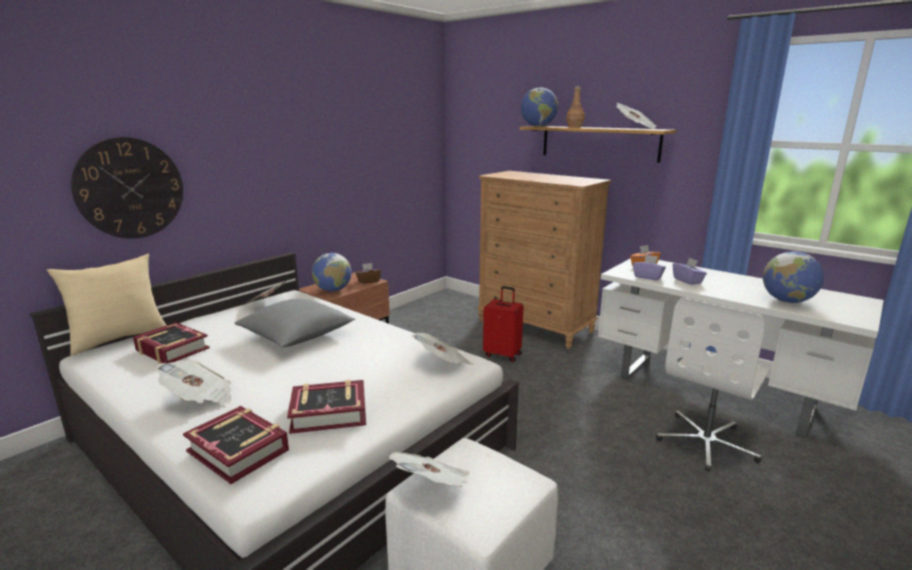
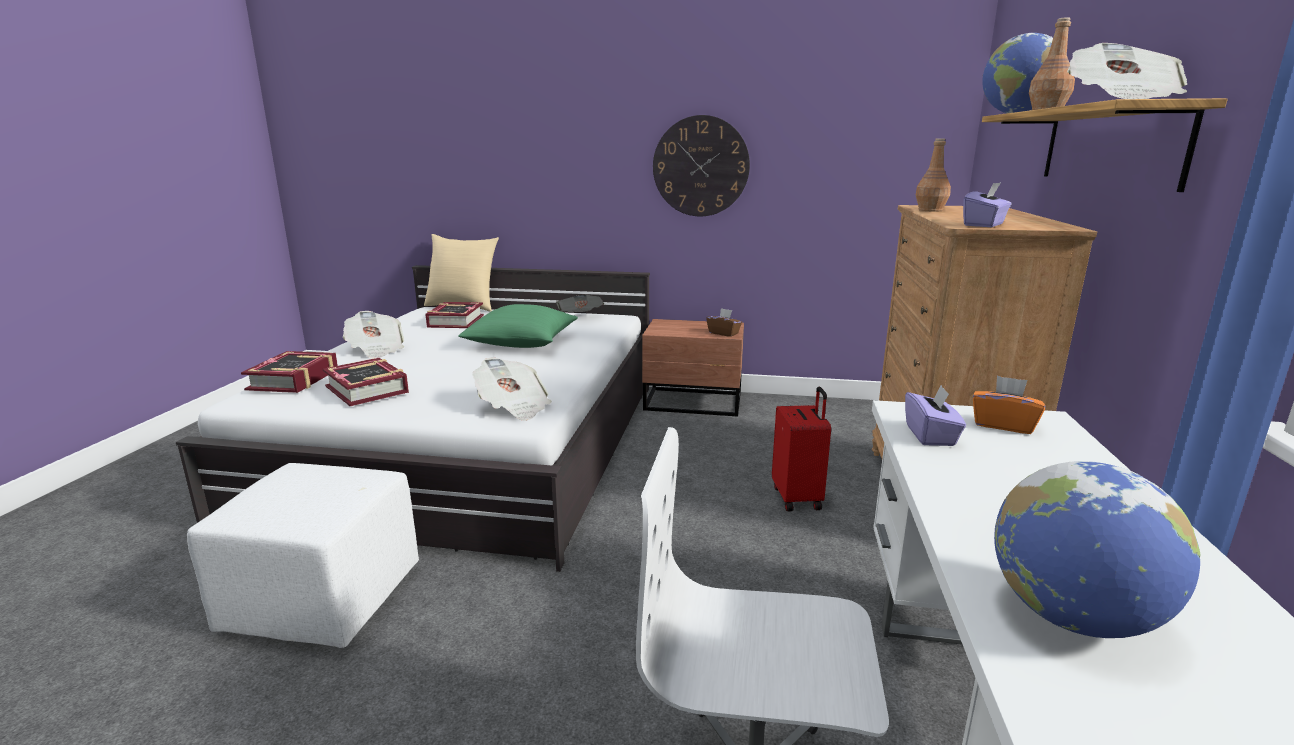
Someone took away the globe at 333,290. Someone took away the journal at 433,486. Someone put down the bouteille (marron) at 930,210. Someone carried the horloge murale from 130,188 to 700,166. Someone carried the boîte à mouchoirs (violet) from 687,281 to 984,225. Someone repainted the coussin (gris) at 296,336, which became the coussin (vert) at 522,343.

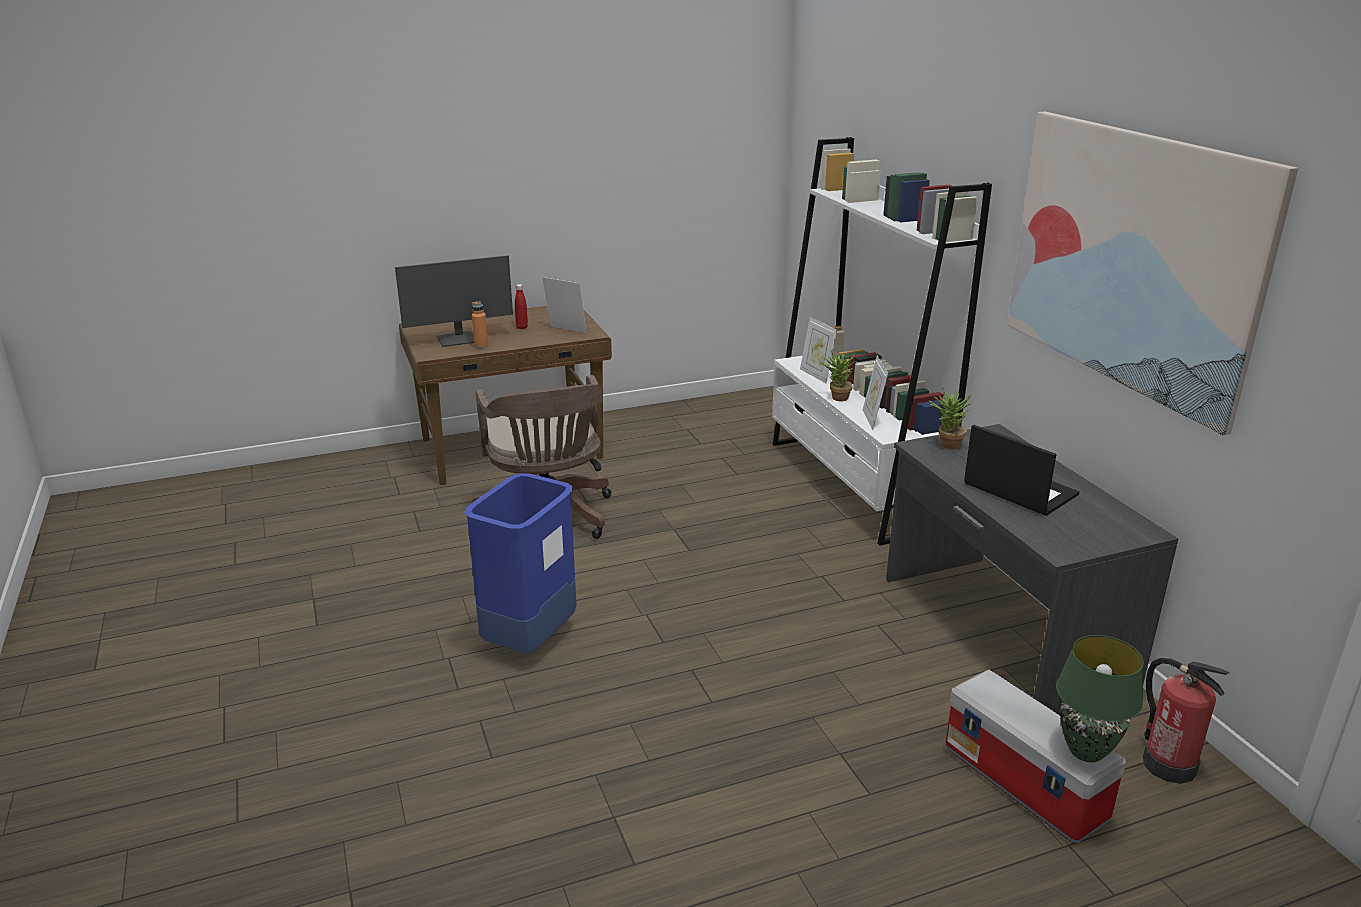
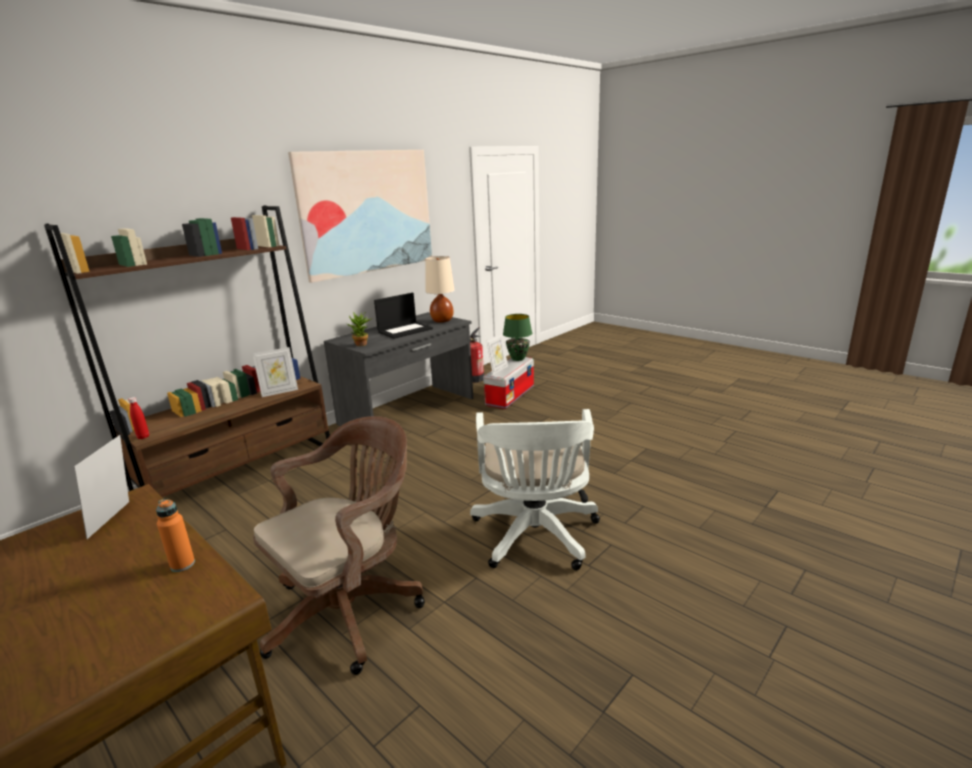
Someone took away the écran d'ordinateur at 459,339. Someone took away the plante en pot at 836,398. Someone put down the lampe de table (beige) at 442,320. Someone carried the bouteille (rouge) from 522,327 to 143,437. Someone carried the cadre photo from 816,375 to 498,370. Someone swapped the poubelle (bleu) at 529,640 for the chaise de bureau (blanc) at 535,538. Someone repainted the bibliothèque (blanc) at 853,484, which became the bibliothèque (marron) at 241,475. Someone rotated the ordinateur portable at 1018,489 by 150 degrees counterclockwise.

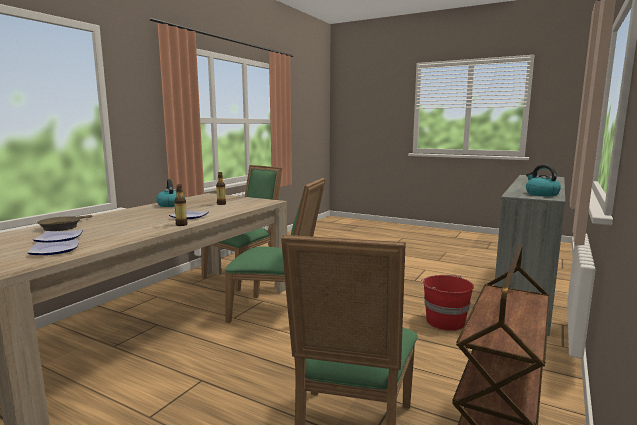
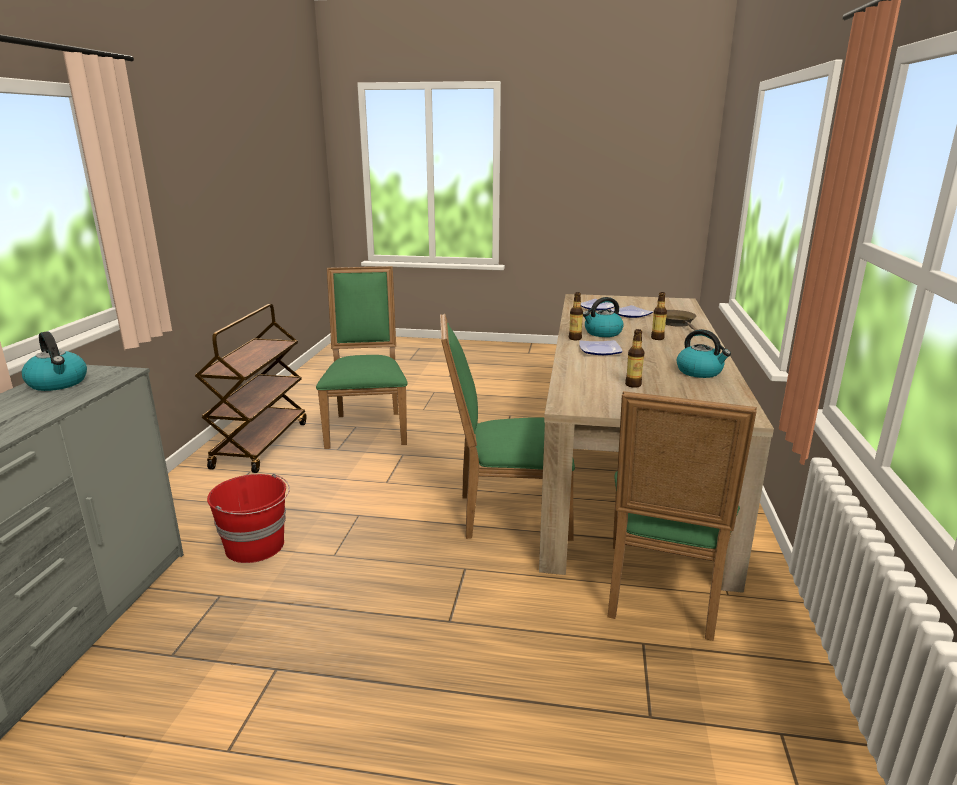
Someone put down the bouilloire at 602,333. Someone put down the bouteille at 657,338.

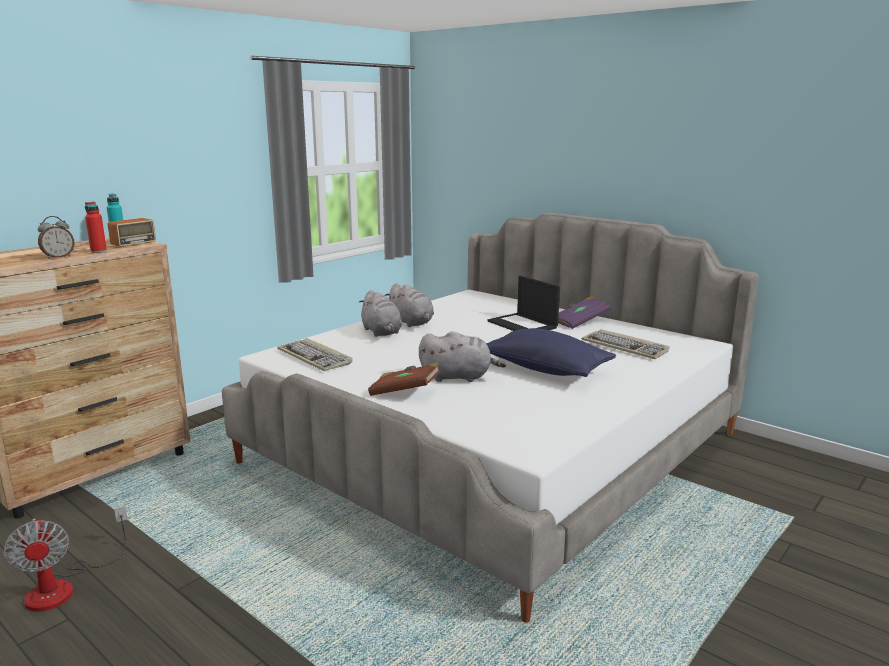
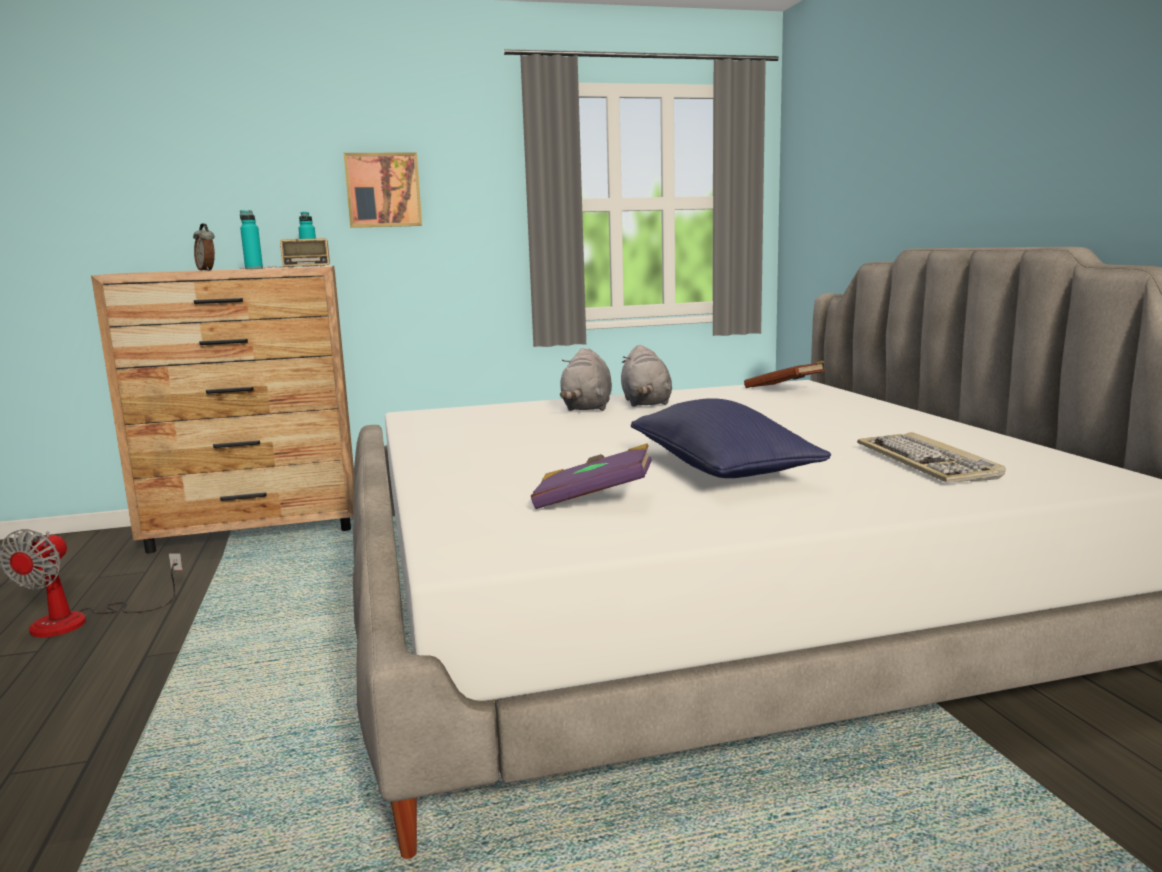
Someone took away the clavier at 315,358. Someone took away the peluche (gris) at 458,377. Someone took away the ordinateur portable at 523,324. Someone put up the tableau at 383,190. Someone carried the livre (marron) from 405,392 to 784,390. Someone carried the livre (violet) from 580,322 to 593,500. Someone repainted the bouteille (rouge) at 98,251, which became the bouteille (turquoise) at 254,268. Someone rotated the réveil at 58,257 by 60 degrees clockwise.

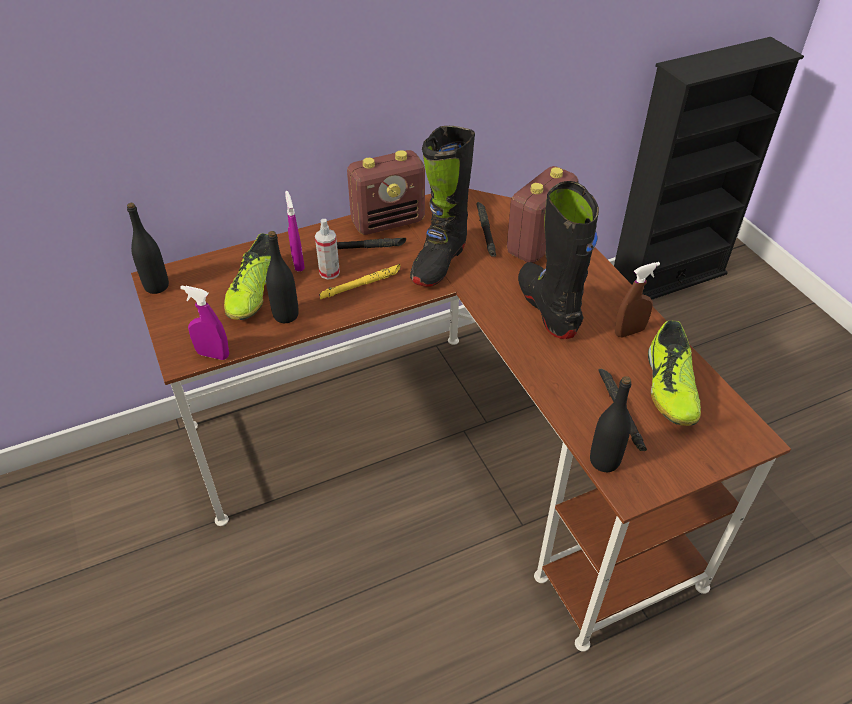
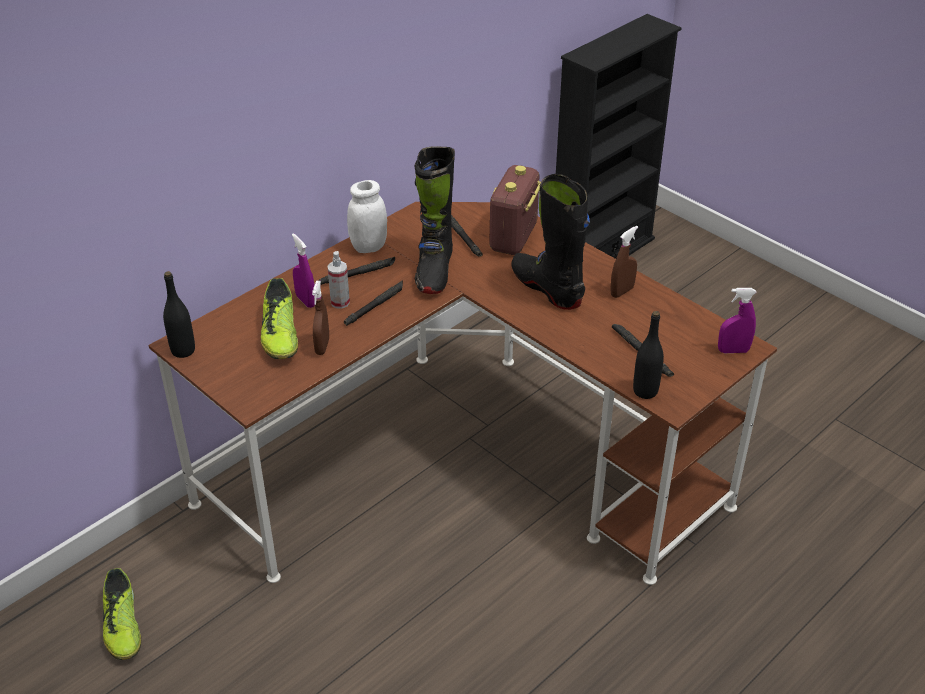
Someone carried the vaporisateur (violet) from 213,354 to 733,351. Someone carried the chaussure from 669,387 to 122,625. Someone swapped the bouteille (noir) at 286,315 for the vaporisateur (marron) at 322,346. Someone swapped the radio at 388,222 for the bocal (blanc) at 369,247. Someone repainted the lampe de poche (jaune) at 361,285, which became the lampe de poche (noir) at 375,306.

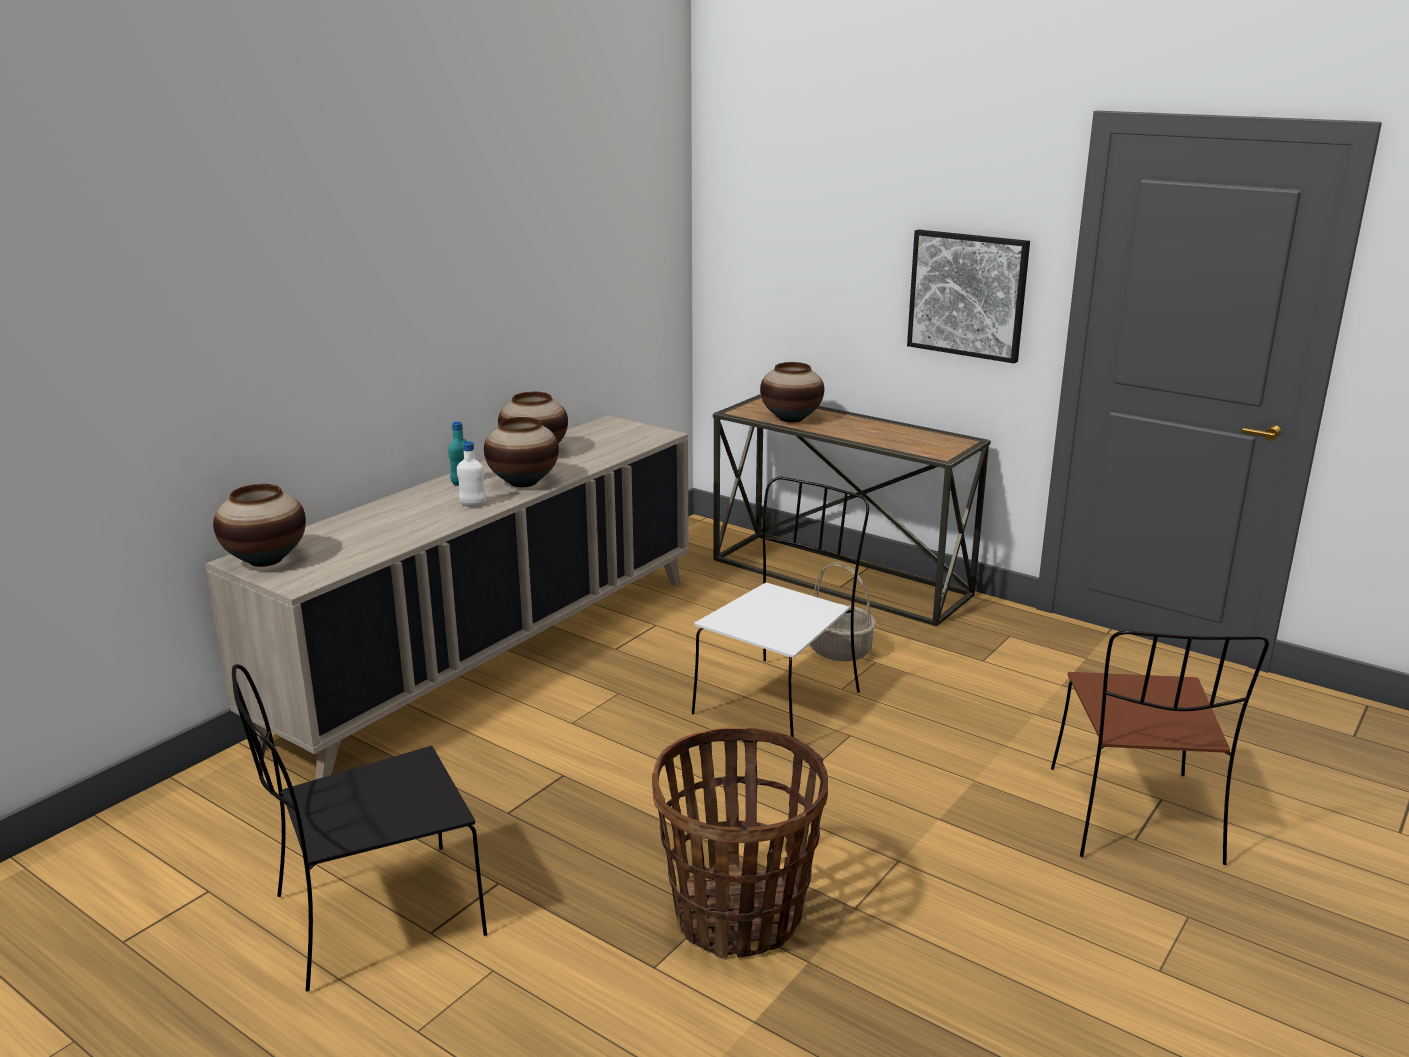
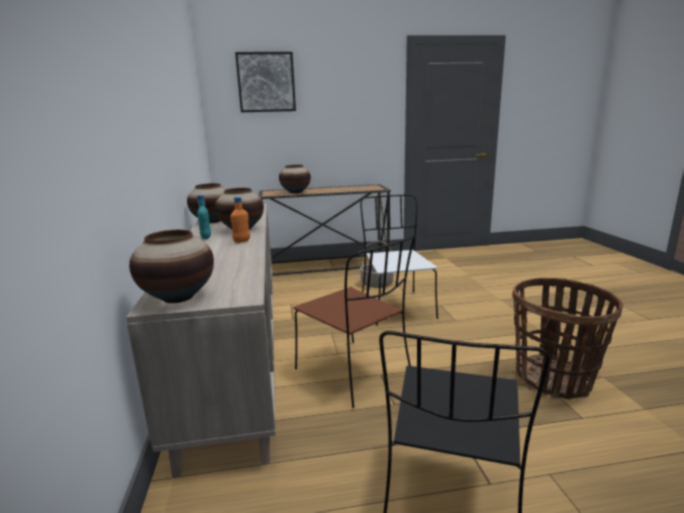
Someone carried the tableau from 967,295 to 266,82. Someone carried the chaise (marron) from 1135,818 to 355,373. Someone repainted the bouteille (blanc) at 473,505, which became the bouteille (orange) at 242,241.

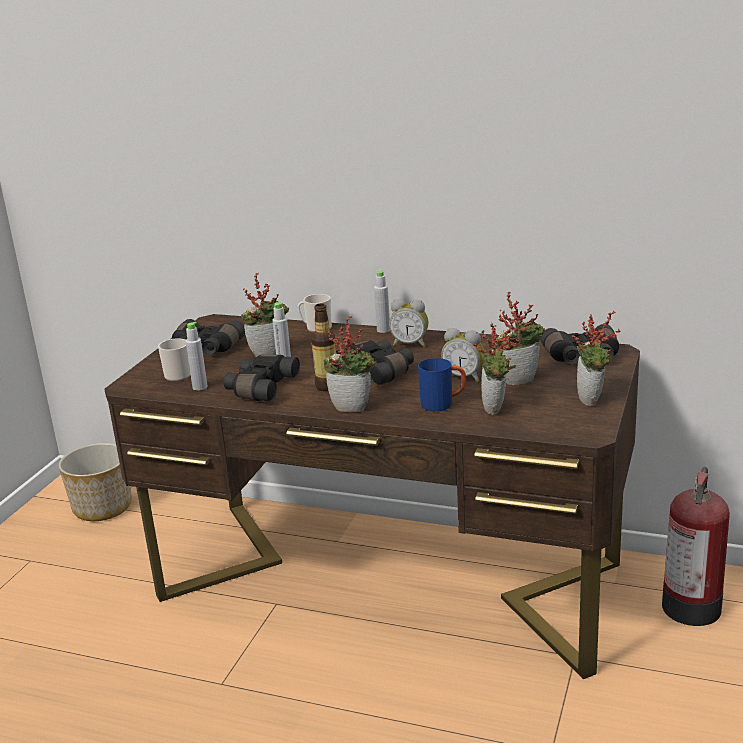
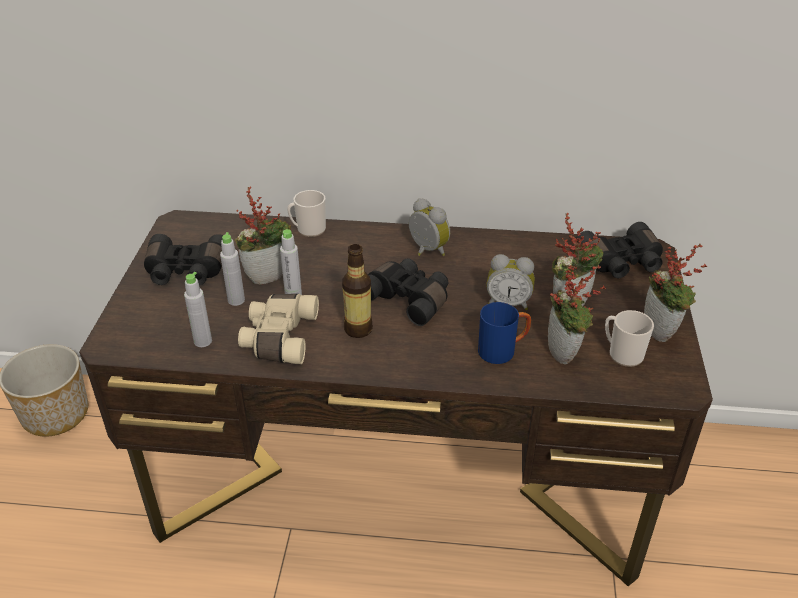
Someone took away the plante en pot at 353,407. Someone took away the extincteur at 691,605. Someone carried the mug from 176,375 to 622,353. Someone carried the bouteille (gris) from 383,330 to 236,300. Someone repainted the jumelles (noir) at 260,388, which became the jumelles (beige) at 278,337. Someone rotated the réveil at 410,344 by 135 degrees counterclockwise.

